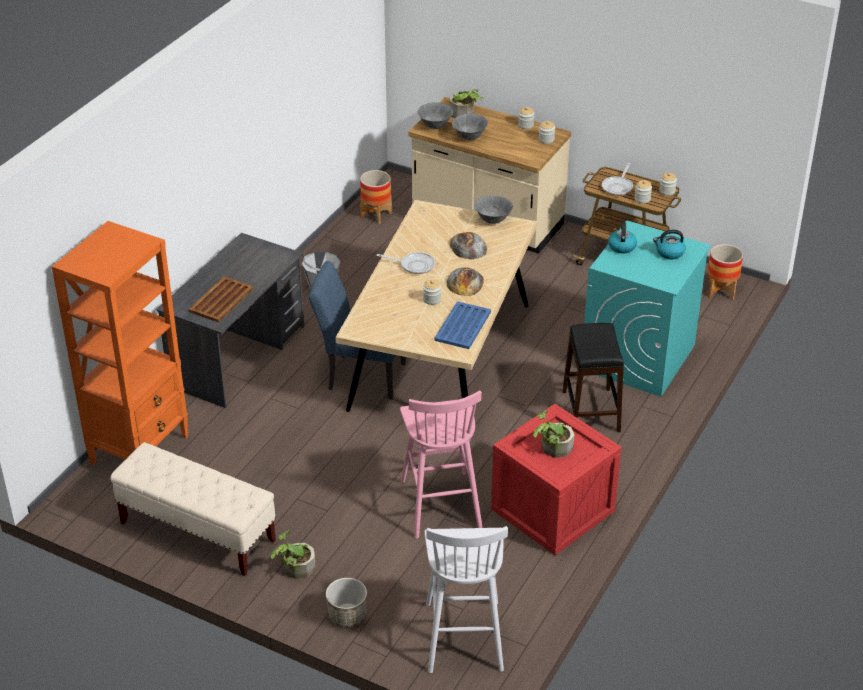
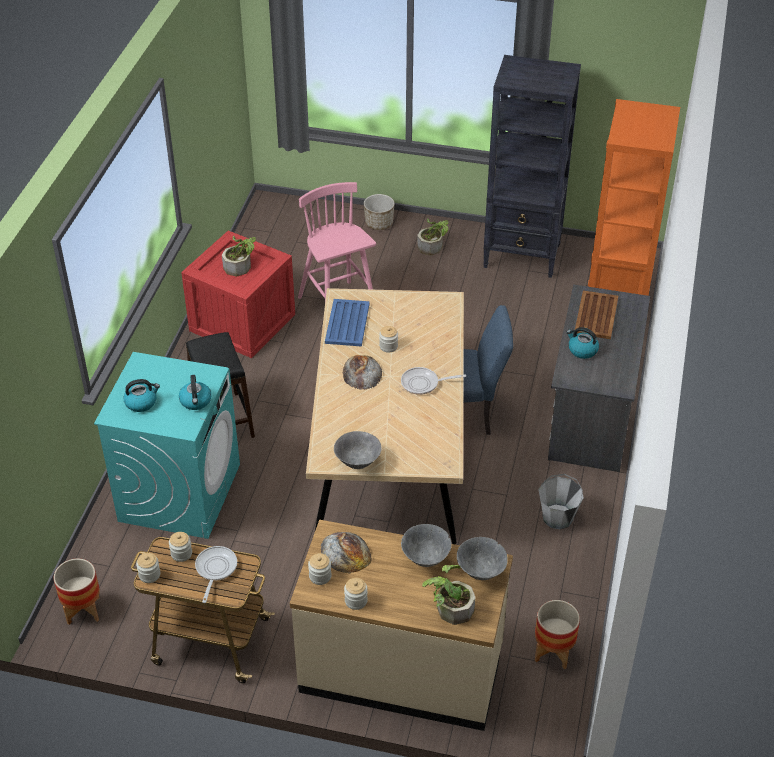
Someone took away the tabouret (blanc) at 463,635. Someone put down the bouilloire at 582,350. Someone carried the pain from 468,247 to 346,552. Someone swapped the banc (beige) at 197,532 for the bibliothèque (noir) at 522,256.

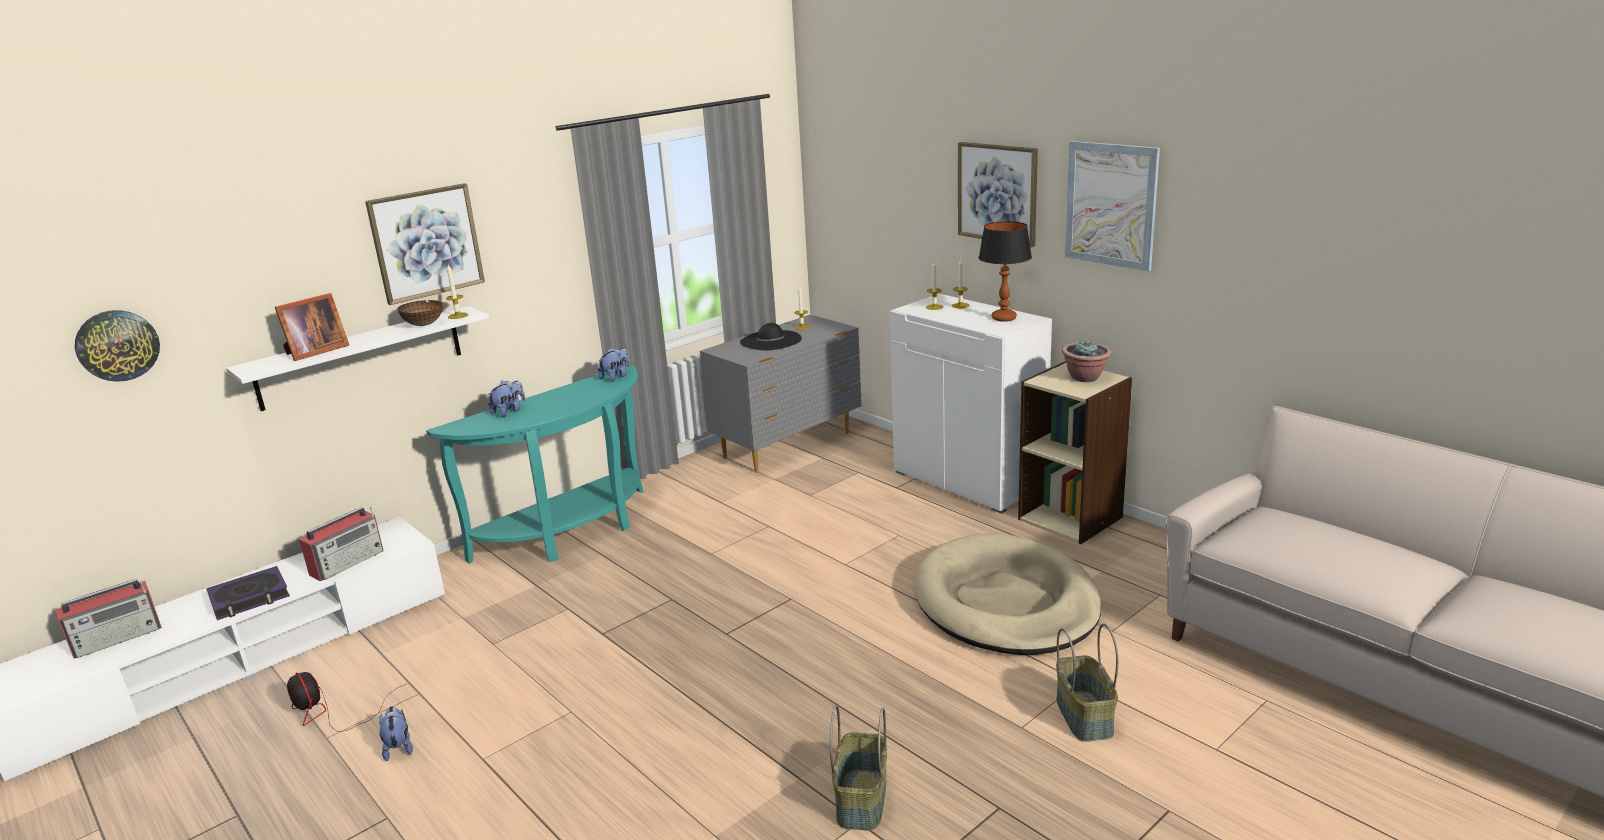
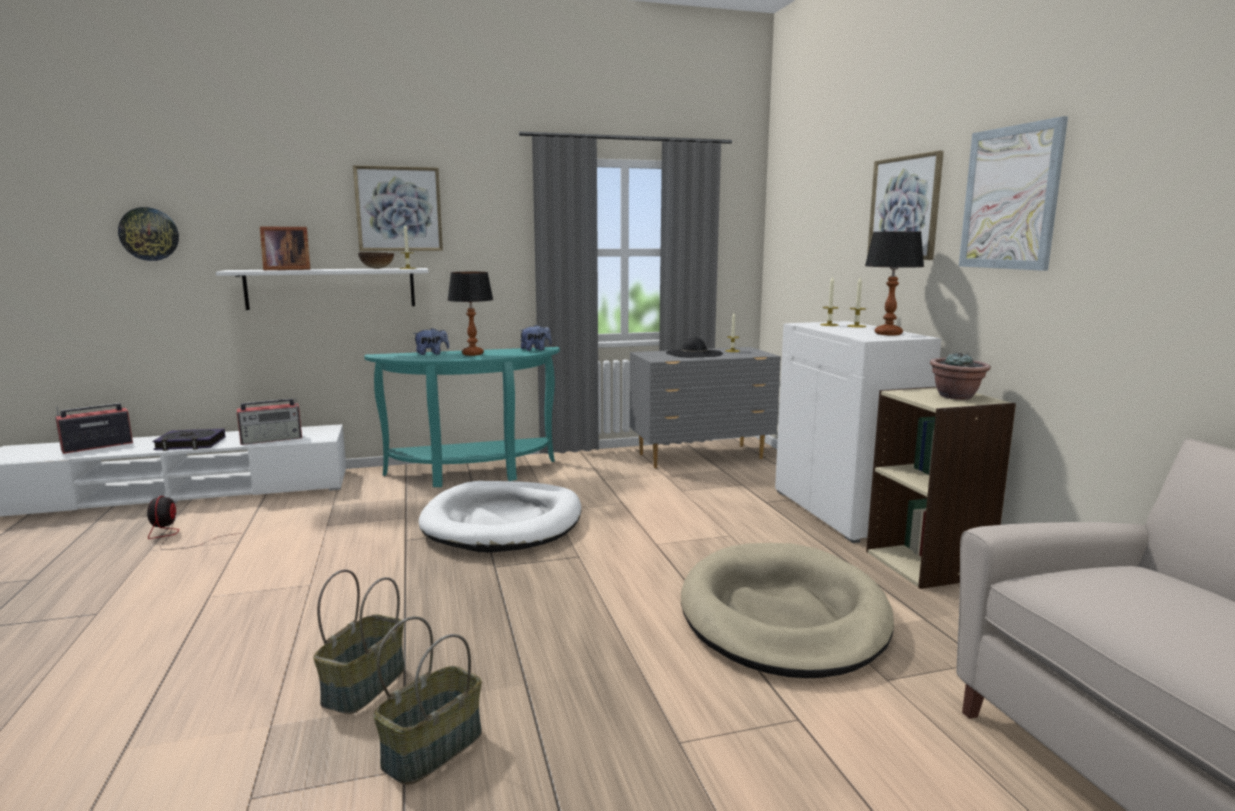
Someone took away the peluche at 398,747. Someone put down the panier pour chien (blanc) at 503,522. Someone put down the lampe de table at 473,354. Someone carried the panier from 1085,716 to 365,686. Someone rotated the radio at 118,638 by 150 degrees clockwise.

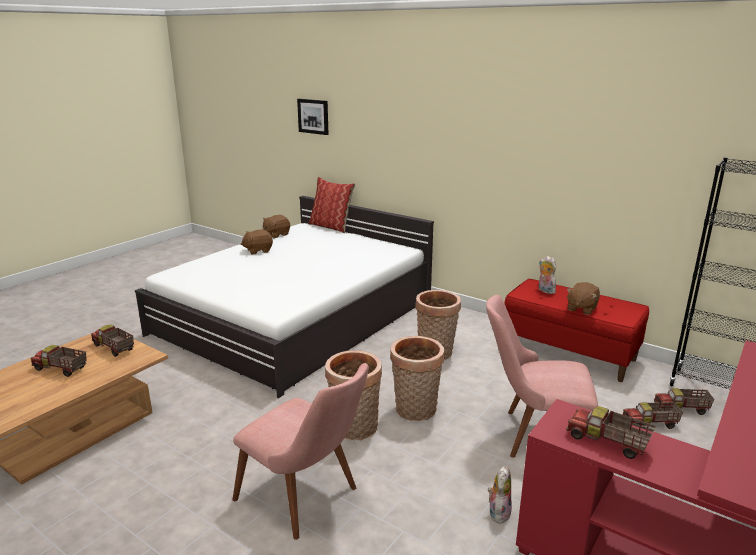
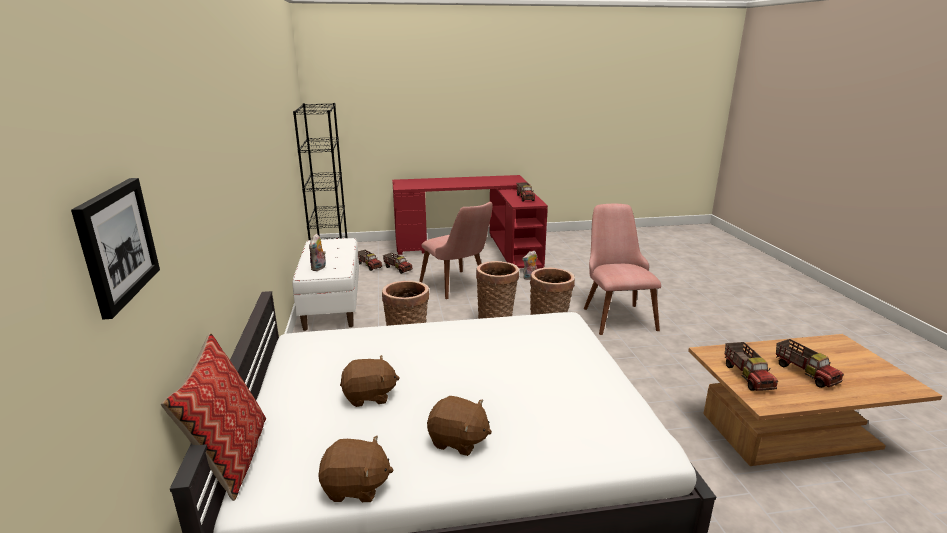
Someone carried the peluche (marron) from 581,308 to 369,396. Someone repainted the banc (rouge) at 569,353, which became the banc (blanc) at 332,304.

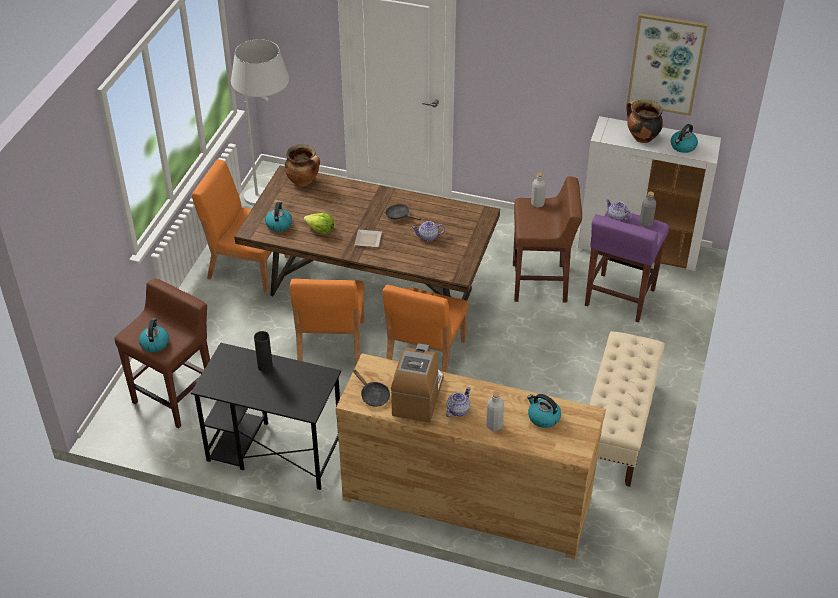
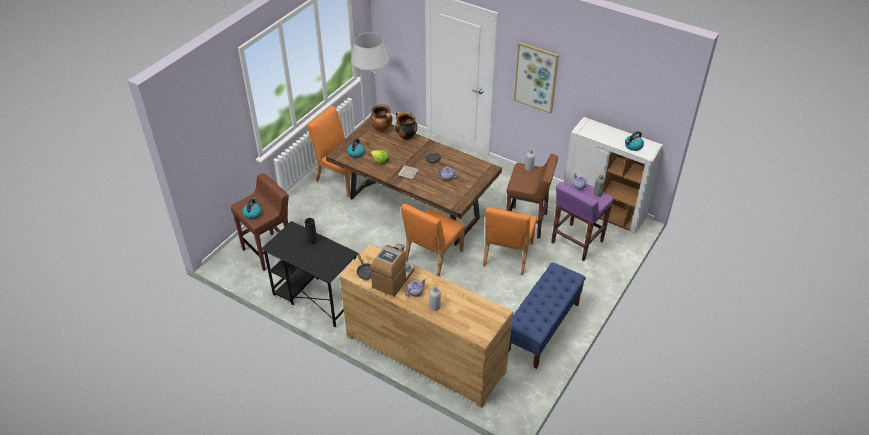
Someone took away the bouilloire at 543,417. Someone carried the chaise (orange) from 331,345 to 507,255. Someone carried the tableau from 666,64 to 536,77. Someone carried the marmite from 641,138 to 405,136. Someone repainted the banc (beige) at 617,428, which became the banc (bleu) at 542,328.

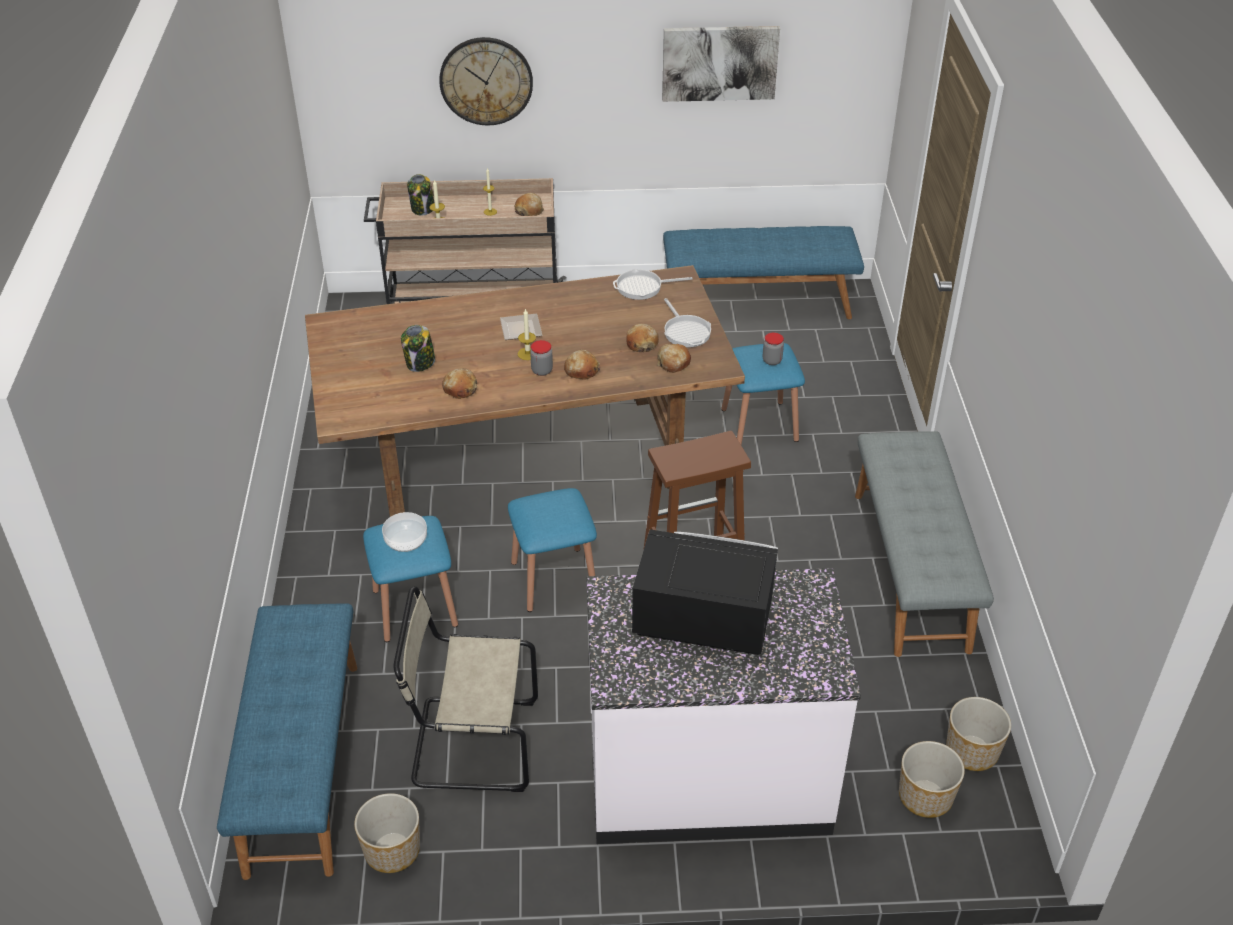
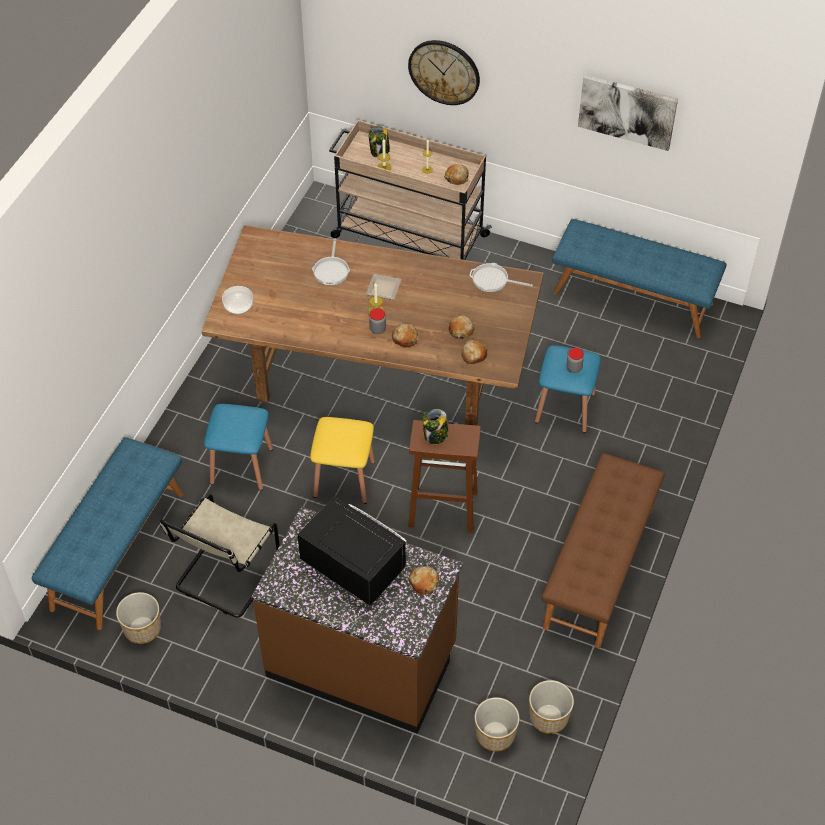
Someone carried the bol from 405,541 to 238,306. Someone carried the bocal from 420,363 to 435,436. Someone carried the pain from 460,389 to 424,582. Someone carried the poêle from 686,332 to 331,270. Someone repainted the tabouret (bleu) at 554,579, which became the tabouret (jaune) at 344,479. Someone repainted the comptoir de cuisine (blanc) at 707,775, which became the comptoir de cuisine (marron) at 362,660. Someone repainted the banc (gris) at 912,569, which became the banc (marron) at 600,568. Someone rotated the chaise (beige) at 470,743 by 90 degrees counterclockwise.

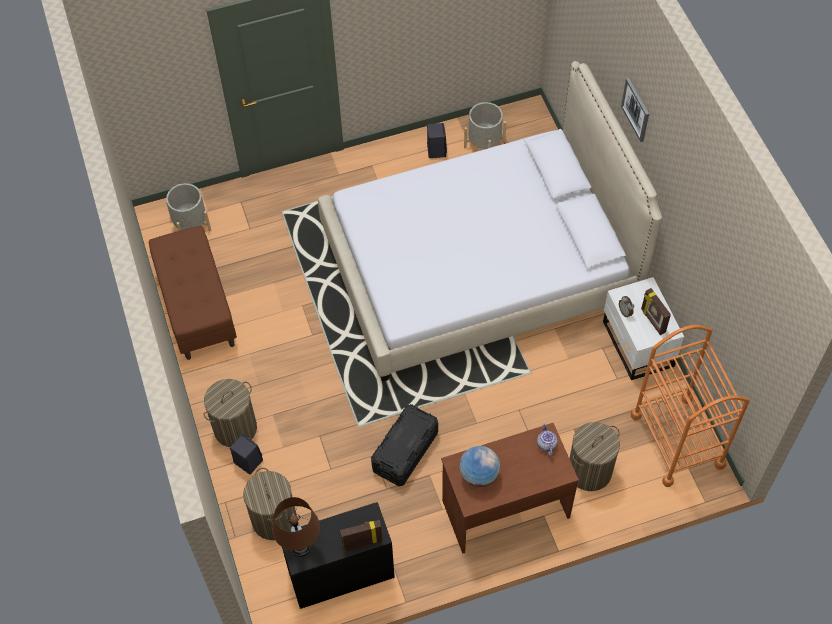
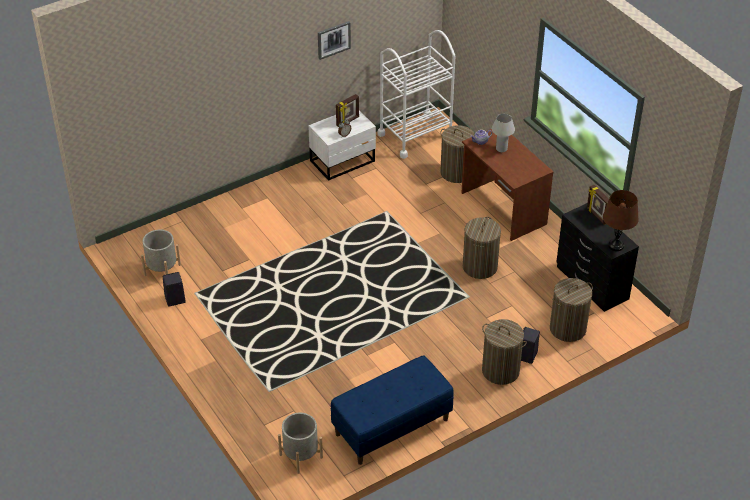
Someone took away the lit at 478,265. Someone took away the globe at 478,474. Someone put down the lampe de table (blanc) at 501,149. Someone carried the tableau from 636,109 to 333,39. Someone swapped the boîte de rangement (noir) at 405,451 for the panier à linge at 480,267. Someone repainted the banc (marron) at 196,307, which became the banc (bleu) at 391,427. Someone repainted the chariot (orange) at 677,440, which became the chariot (blanc) at 415,136.

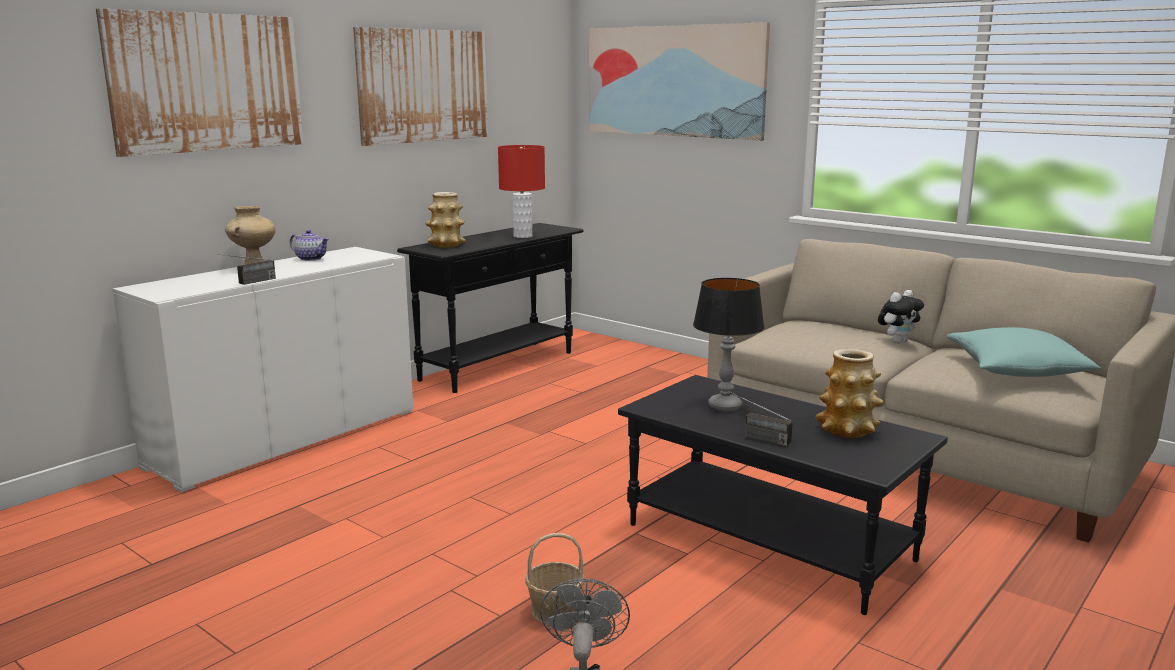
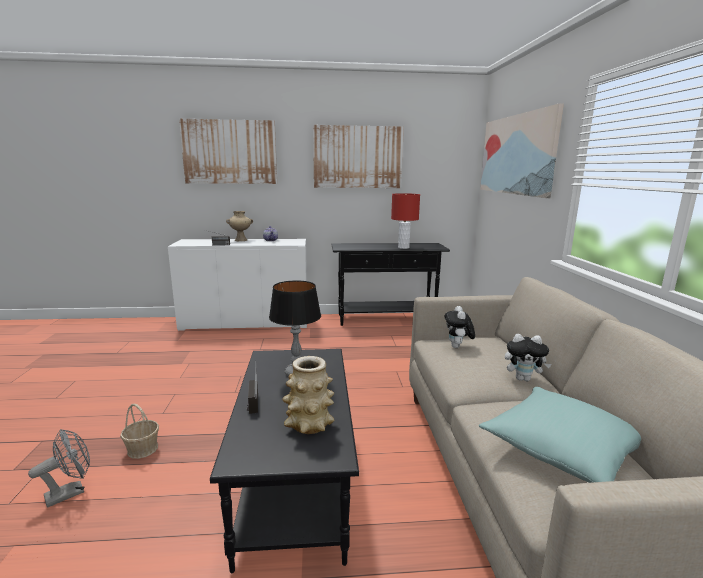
Someone took away the vase at 446,245. Someone put down the peluche at 457,347.

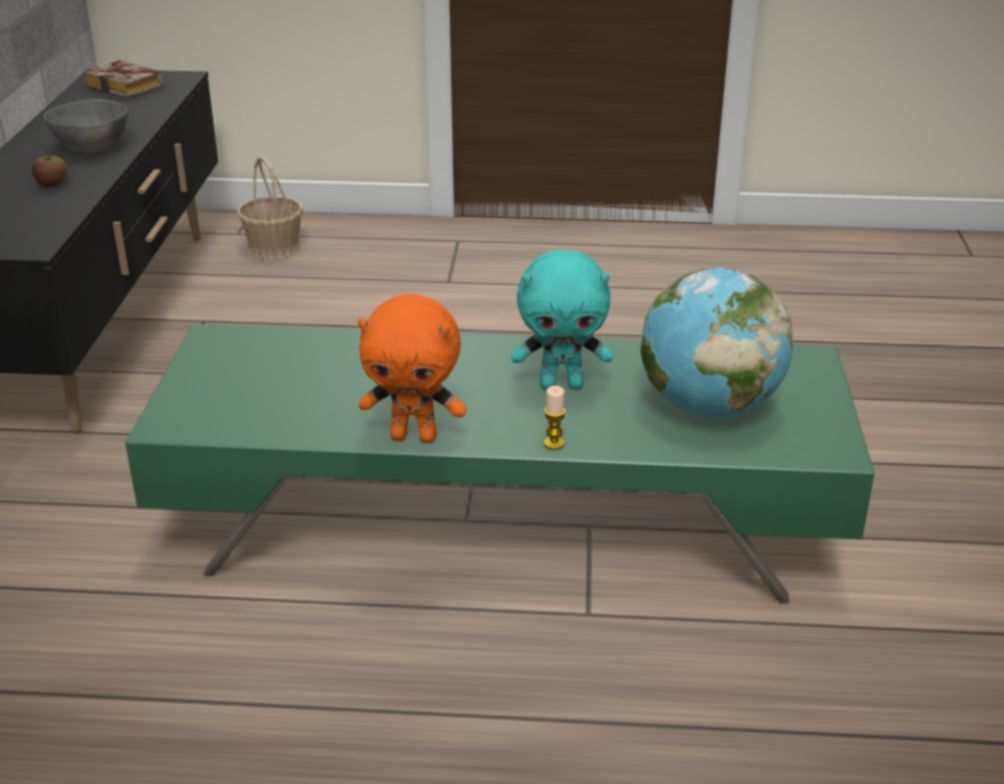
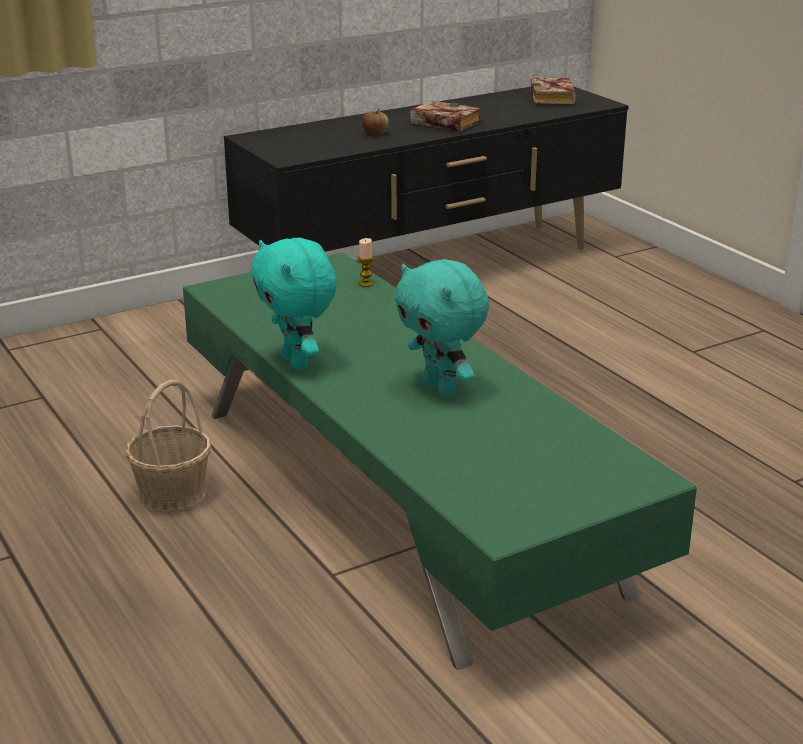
Someone took away the globe at 709,407. Someone carried the panier from 273,248 to 172,493. Someone carried the bougie from 554,443 to 366,283. Someone swapped the bol (gris) at 90,148 for the livre at 442,123. Someone repainted the peluche (orange) at 415,436, which became the peluche (turquoise) at 297,362.

